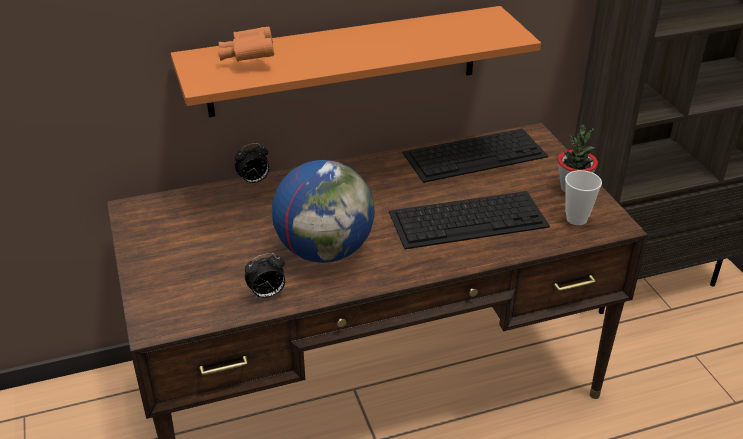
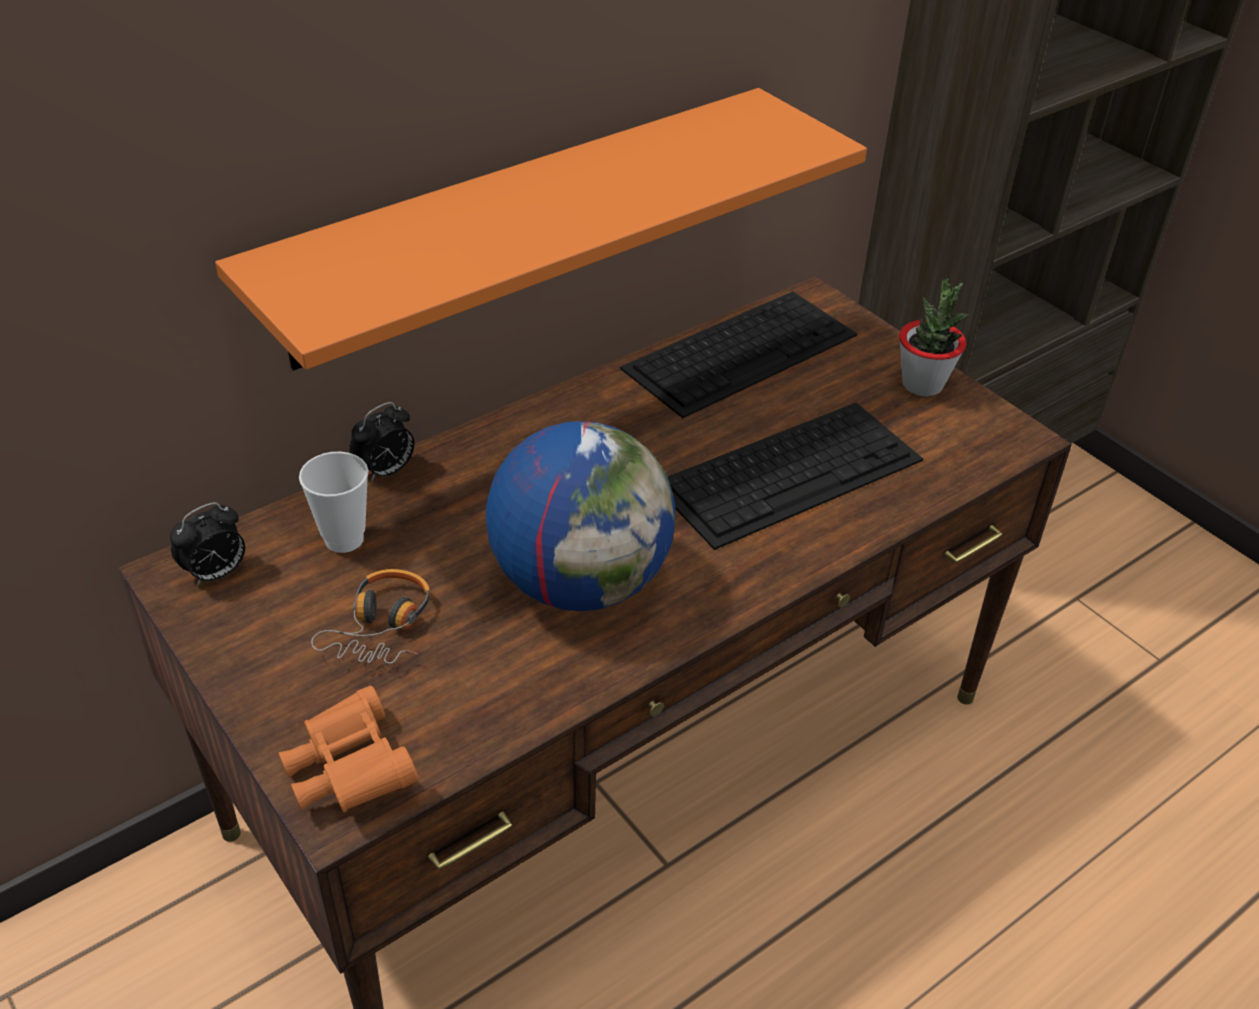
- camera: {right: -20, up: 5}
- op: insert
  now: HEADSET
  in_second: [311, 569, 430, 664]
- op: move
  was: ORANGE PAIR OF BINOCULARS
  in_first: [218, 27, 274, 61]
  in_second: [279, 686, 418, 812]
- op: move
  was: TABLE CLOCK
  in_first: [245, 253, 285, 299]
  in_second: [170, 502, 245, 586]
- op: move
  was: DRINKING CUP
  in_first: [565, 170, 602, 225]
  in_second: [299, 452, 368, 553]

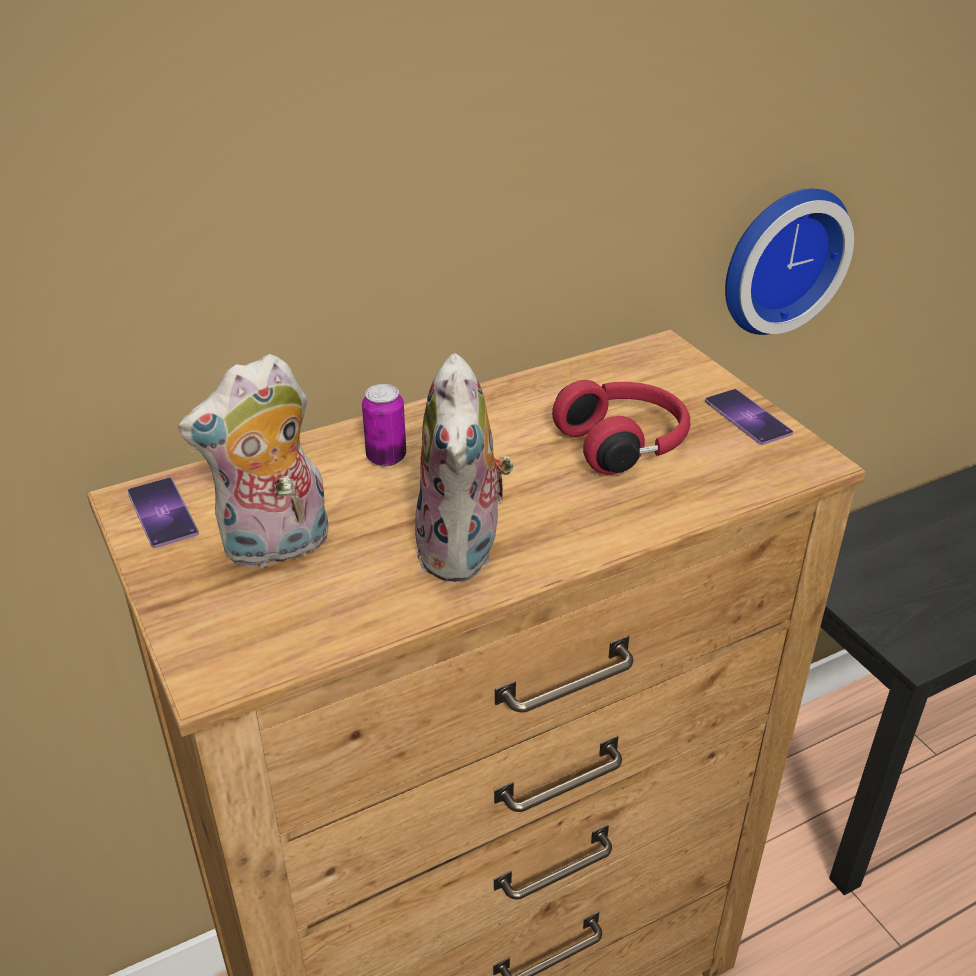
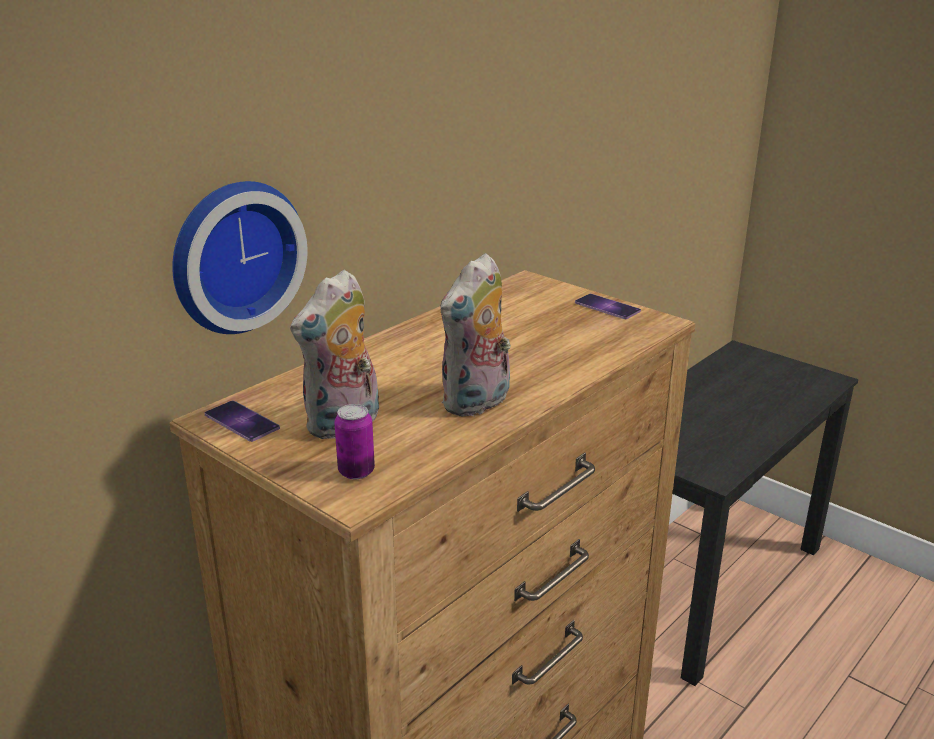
- camera: {right: -20, up: -10}
- op: delete
  was: RED-COLOURED HEADSET
  in_first: [552, 380, 690, 475]
- op: move
  was: METAL CAN
  in_first: [362, 384, 406, 466]
  in_second: [334, 404, 375, 479]
- op: move
  was: CLOCK ON THE WALL
  in_first: [725, 189, 854, 335]
  in_second: [172, 181, 307, 334]
- op: rotate
  was: CUDDLY TOY
  in_first: [415, 353, 514, 582]
  in_second: [440, 253, 511, 417]
  clockwise: 60

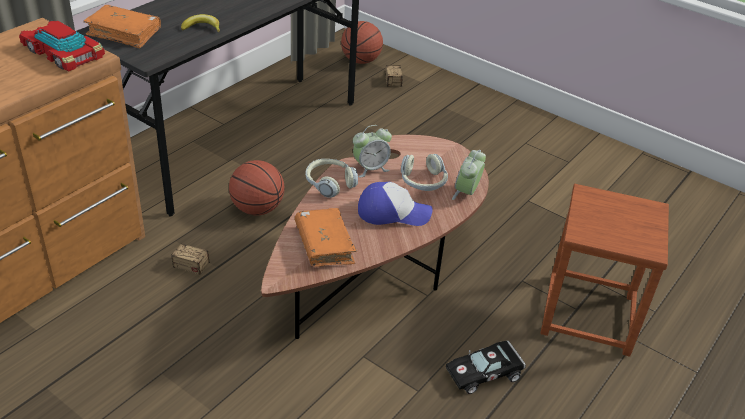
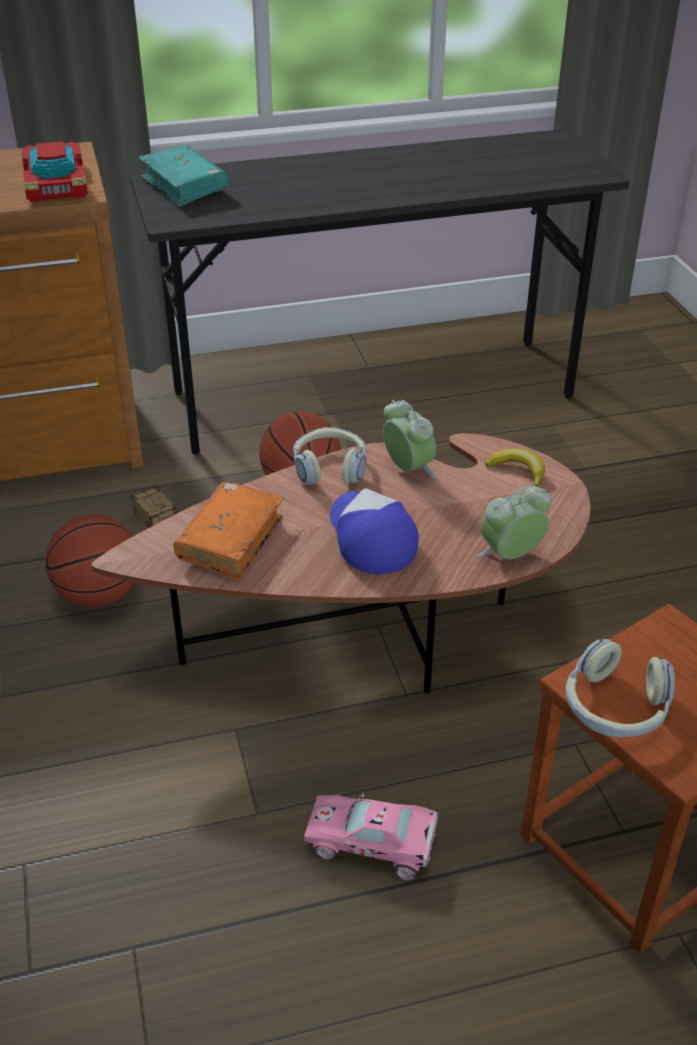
- camera: {right: 40, up: 0}
- op: delete
  was: STORAGE BIN
  in_first: [385, 65, 403, 87]
- op: move
  was: BANANA
  in_first: [181, 14, 220, 32]
  in_second: [485, 448, 545, 487]
- op: move
  was: BALL FOR BASKETBALL
  in_first: [341, 21, 383, 64]
  in_second: [45, 515, 134, 607]
- op: move
  was: HEADSET
  in_first: [401, 154, 448, 191]
  in_second: [565, 639, 675, 737]
- op: recolor
  was: ORANGE VOLUME
  now: BLUE-GREEN VOLUME
  in_first: [84, 5, 161, 48]
  in_second: [139, 145, 229, 207]
- op: recolor
  was: BLACK-COLOURED MINIATURE CAR
  now: PINK-COLOURED MINIATURE CAR
  in_first: [446, 341, 526, 394]
  in_second: [304, 793, 438, 880]
- op: rotate
  was: TABLE CLOCK
  in_first: [353, 125, 392, 178]
  in_second: [383, 400, 436, 479]
  clockwise: -135
- op: rotate
  was: PEAKED CAP
  in_first: [358, 182, 433, 226]
  in_second: [330, 488, 419, 575]
  clockwise: -150

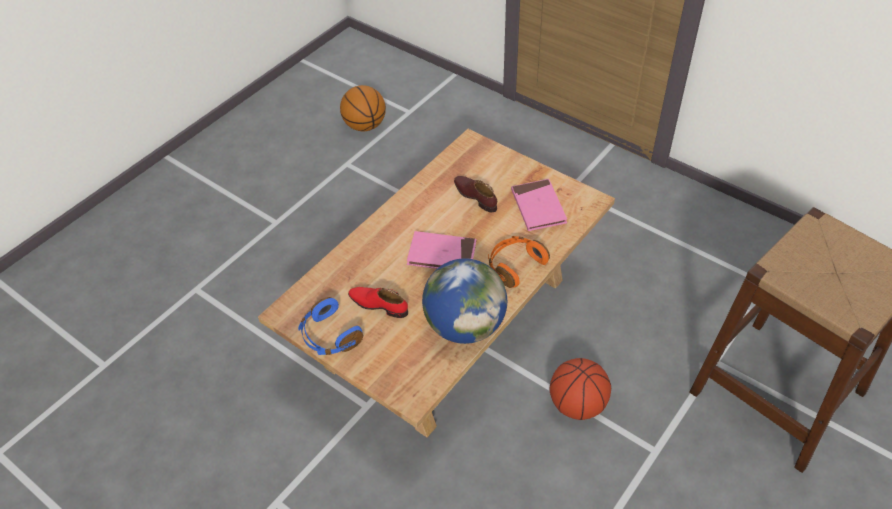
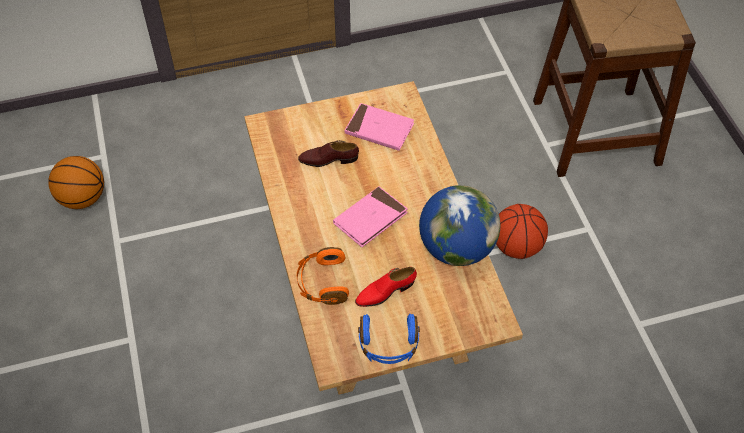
- camera: {right: -55, up: 5}
- op: move
  was: ORANGE HEADSET
  in_first: [488, 236, 550, 288]
  in_second: [297, 247, 349, 305]

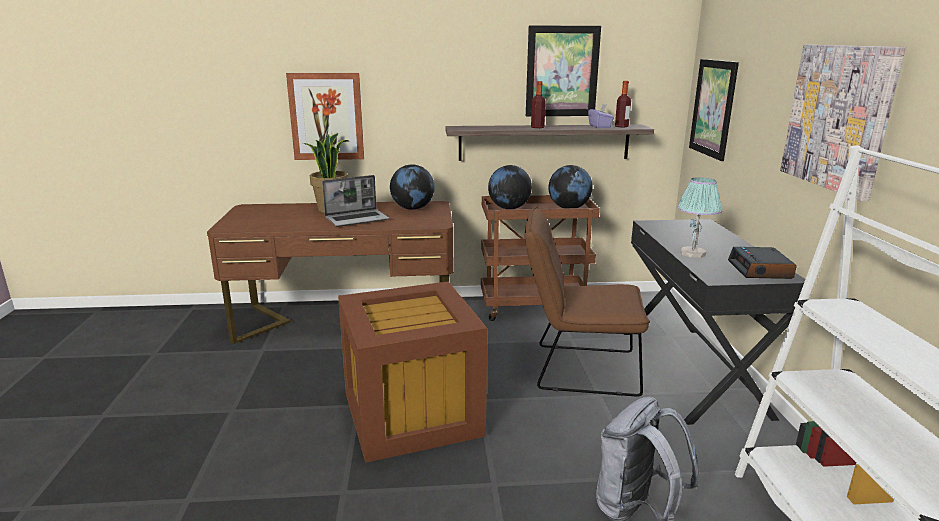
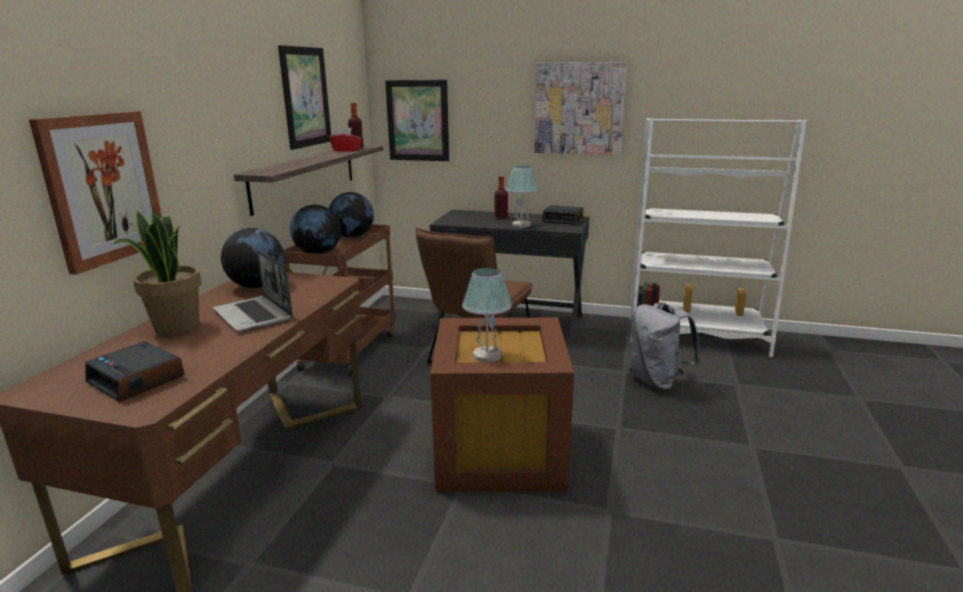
- camera: {right: -70, up: 0}
- op: insert
  now: TABLE CLOCK
  in_second: [85, 342, 184, 402]
- op: insert
  now: TABLE LAMP
  in_second: [462, 268, 512, 362]
- op: move
  was: DRINK BOTTLE
  in_first: [531, 81, 546, 128]
  in_second: [494, 176, 508, 219]
- op: recolor
  was: PURPLE BOX OF TISSUES
  now: RED-COLOURED BOX OF TISSUES
  in_first: [588, 104, 614, 128]
  in_second: [329, 127, 362, 151]
- op: rotate
  was: LAPTOP
  in_first: [322, 175, 389, 227]
  in_second: [213, 250, 293, 332]
  clockwise: 150

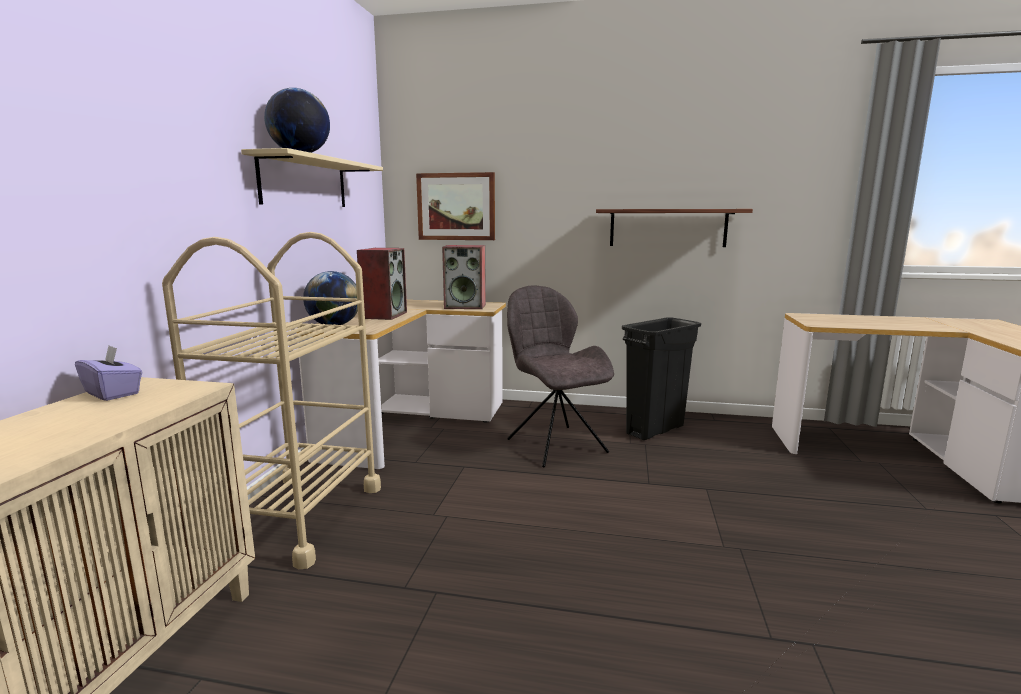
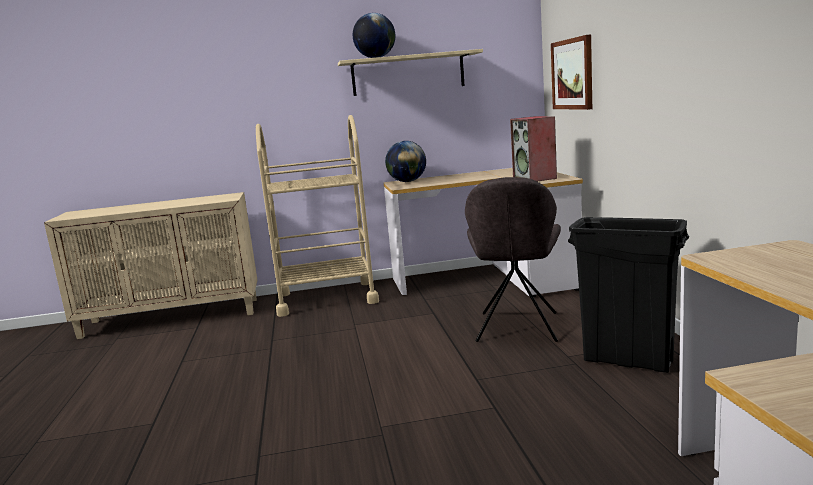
- camera: {right: 70, up: 0}
- op: delete
  was: PURPLE BOX OF TISSUES
  in_first: [75, 346, 143, 401]
- op: delete
  was: AUDIO SPEAKER
  in_first: [357, 248, 407, 320]
- op: delete
  was: SHELF
  in_first: [596, 209, 753, 247]
- op: rotate
  was: GRAY UPRIGHT CHAIR
  in_first: [507, 286, 614, 468]
  in_second: [465, 177, 561, 342]
  clockwise: 150

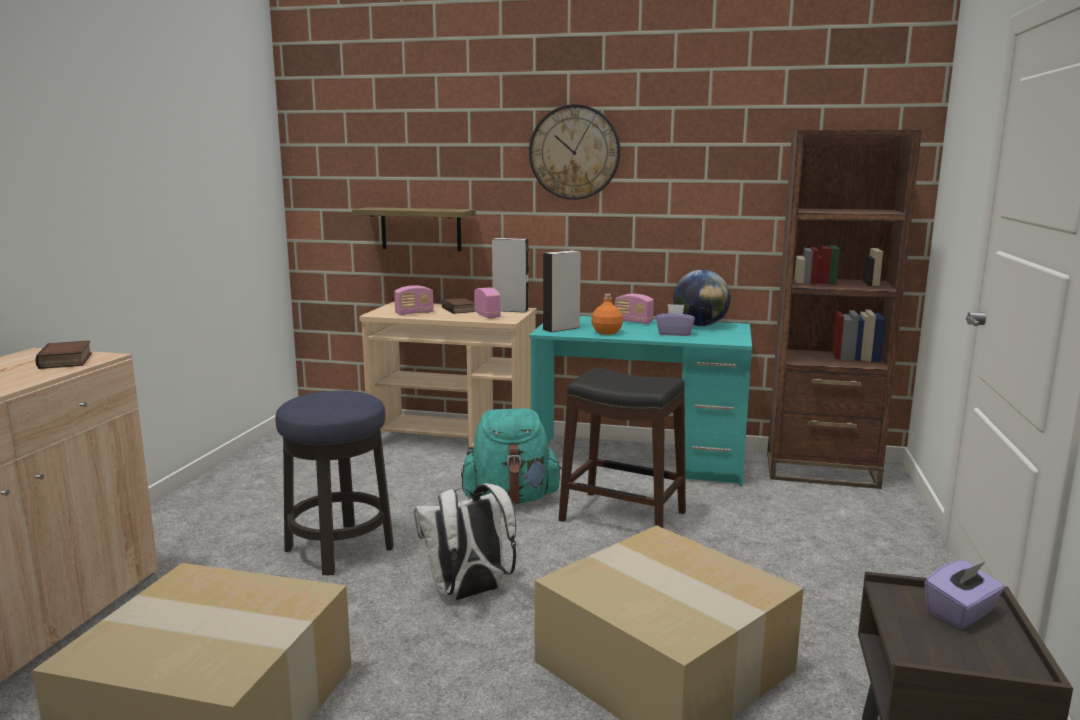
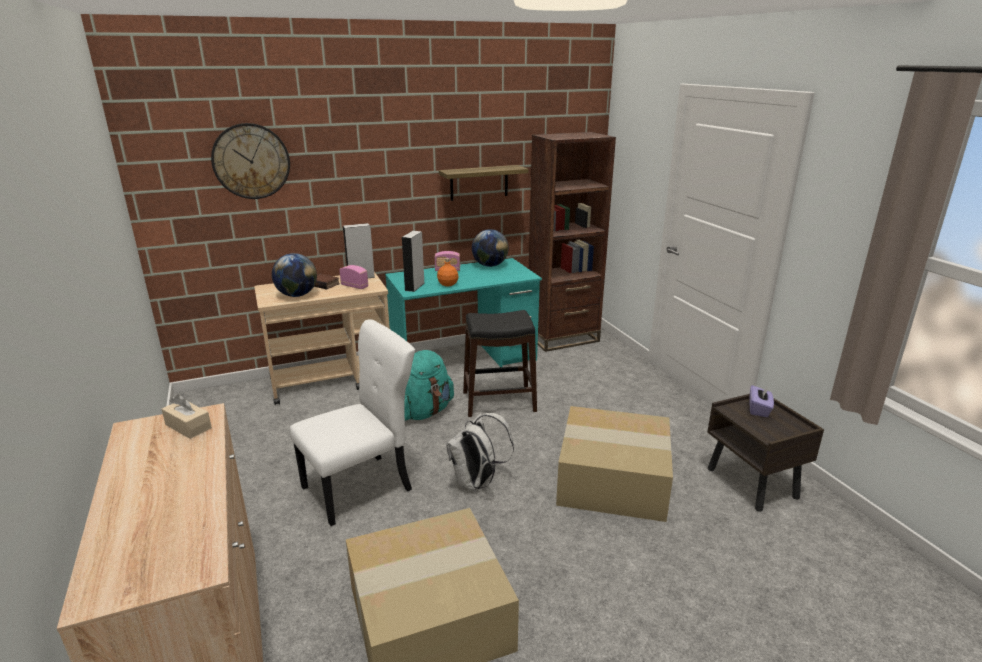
- camera: {right: -35, up: 10}
- op: delete
  was: PURPLE BOX OF TISSUES
  in_first: [656, 304, 695, 336]
- op: move
  was: SHELF
  in_first: [352, 207, 475, 251]
  in_second: [439, 165, 528, 201]
- op: move
  was: CLOCK ON THE WALL
  in_first: [529, 104, 620, 200]
  in_second: [211, 123, 290, 199]
- op: replace
  was: VOLUME
  now: BEIGE-COLOURED BOX OF TISSUES
  in_first: [35, 341, 92, 369]
  in_second: [162, 394, 212, 439]
- op: replace
  was: SITTING STOOL
  now: WHITISH UPRIGHT CHAIR
  in_first: [275, 391, 394, 576]
  in_second: [290, 319, 415, 526]
- op: replace
  was: RADIO
  now: DESK GLOBE
  in_first: [394, 285, 434, 315]
  in_second: [272, 253, 317, 297]

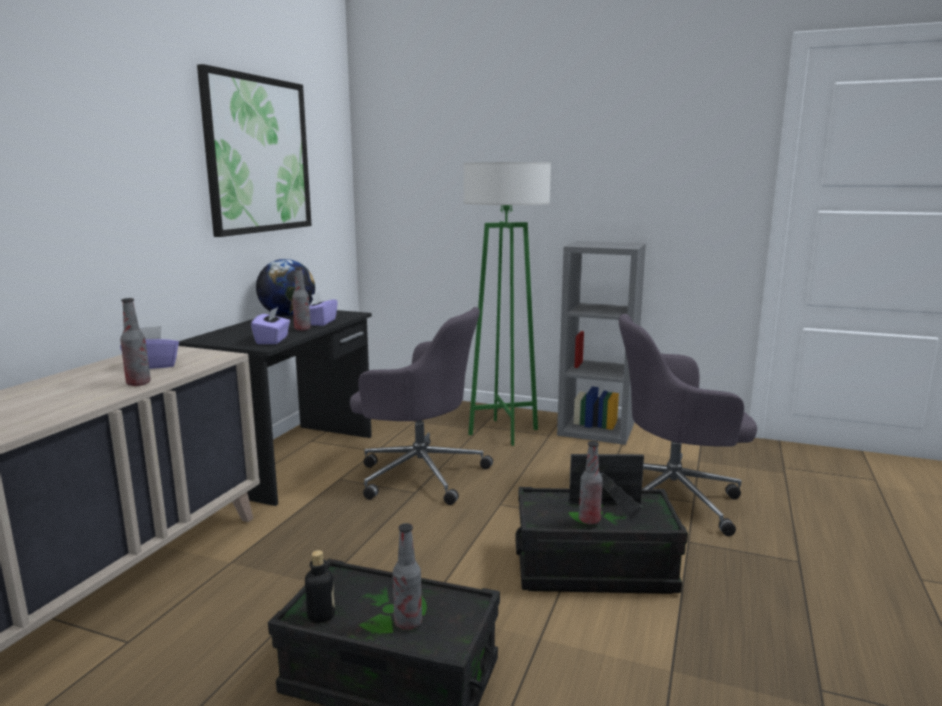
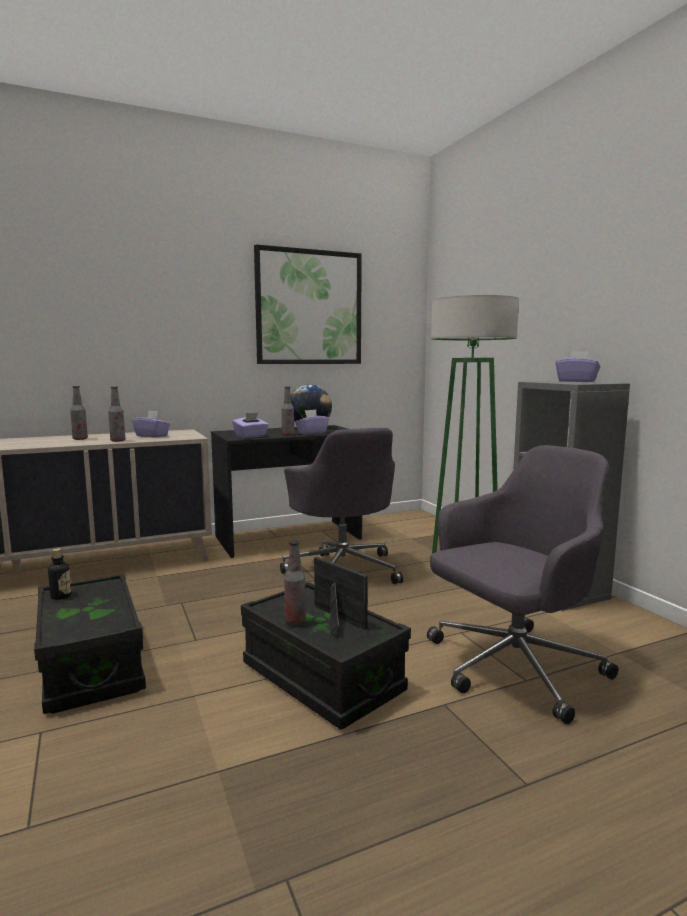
- camera: {right: 45, up: -5}
- op: insert
  now: PURPLE BOX OF TISSUES
  in_second: [555, 351, 600, 382]
- op: move
  was: DRINK BOTTLE
  in_first: [393, 523, 422, 630]
  in_second: [70, 386, 88, 440]
- op: rotate
  was: GRAY OFFICE CHAIR
  in_first: [619, 314, 757, 536]
  in_second: [427, 446, 618, 724]
  clockwise: 105

